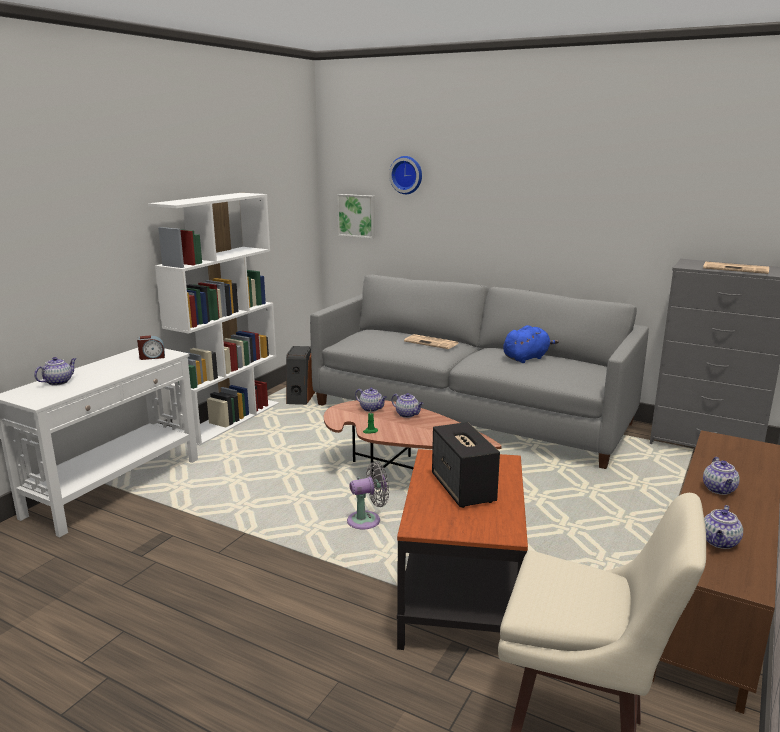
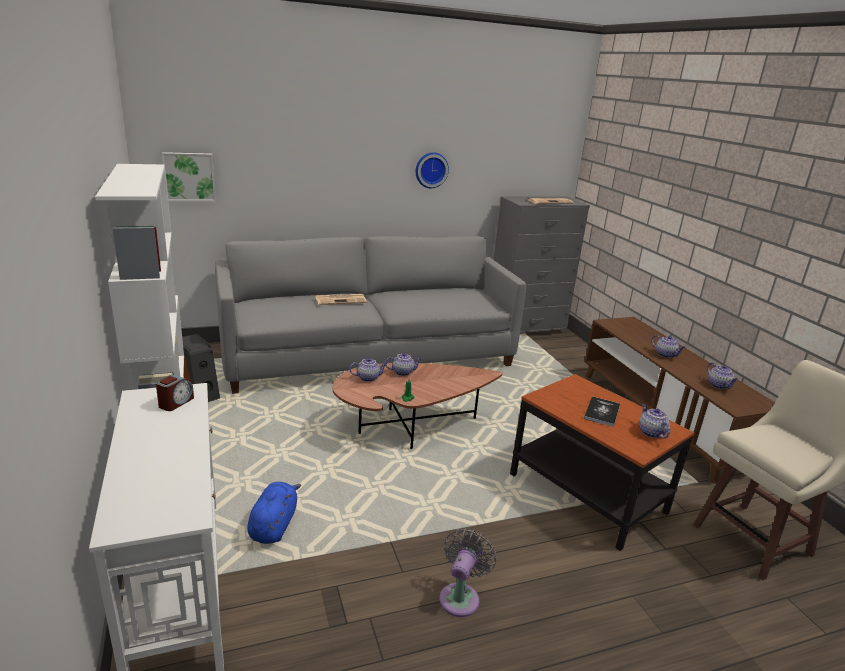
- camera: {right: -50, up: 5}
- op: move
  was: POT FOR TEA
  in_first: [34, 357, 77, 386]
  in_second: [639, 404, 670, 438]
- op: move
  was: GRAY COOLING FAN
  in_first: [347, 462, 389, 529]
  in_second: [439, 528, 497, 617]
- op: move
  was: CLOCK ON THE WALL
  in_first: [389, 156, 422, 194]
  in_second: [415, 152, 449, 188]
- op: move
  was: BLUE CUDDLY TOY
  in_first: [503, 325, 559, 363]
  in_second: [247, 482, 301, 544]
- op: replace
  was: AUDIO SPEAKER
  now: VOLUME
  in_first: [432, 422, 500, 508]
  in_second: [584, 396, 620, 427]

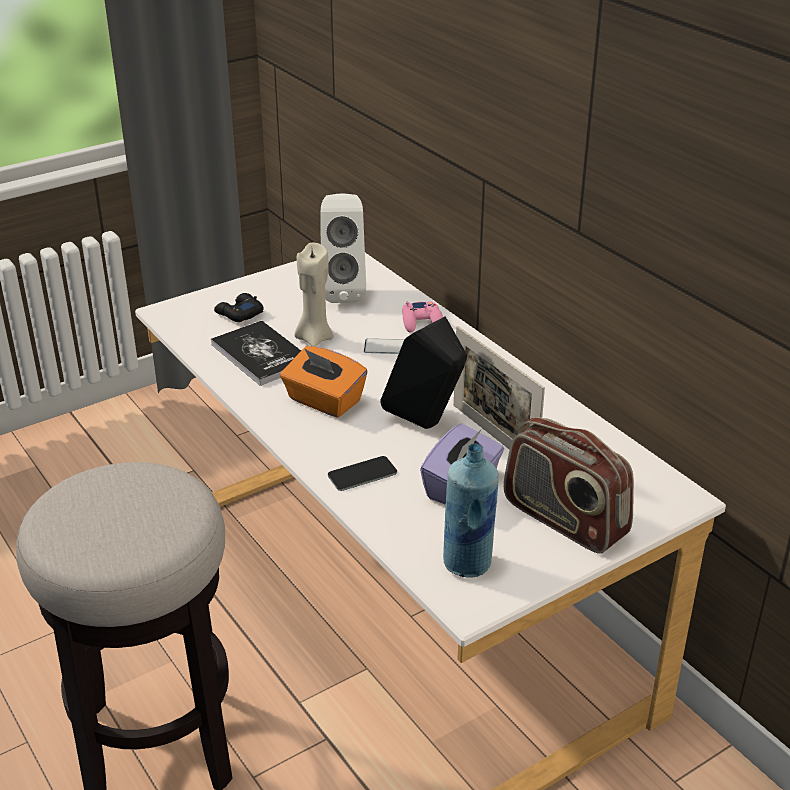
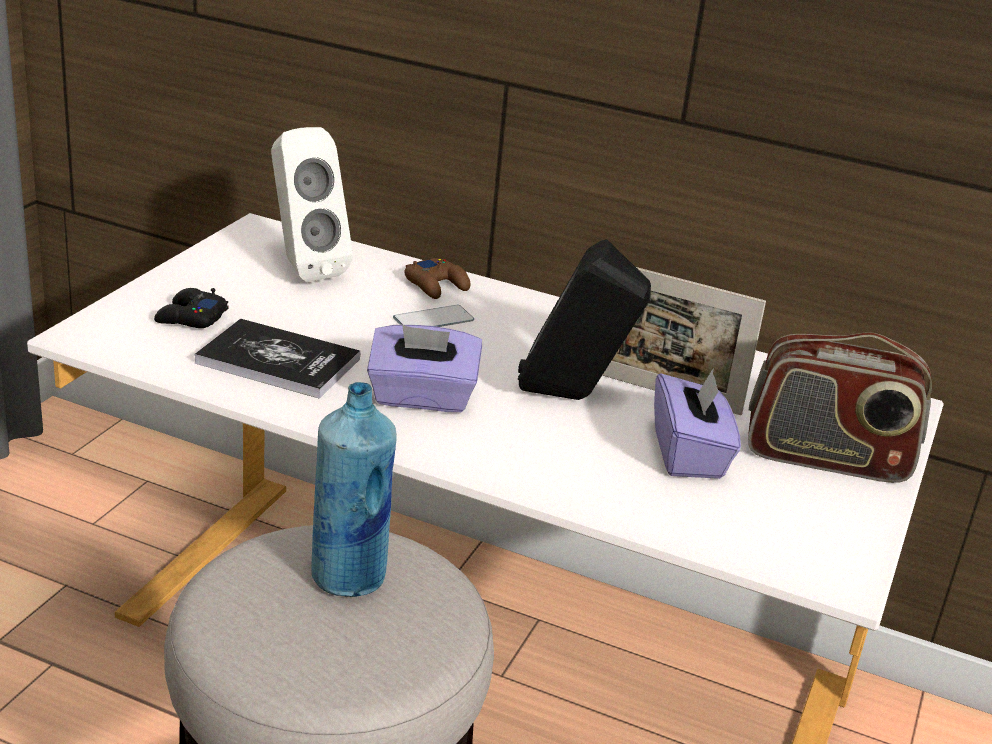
- camera: {right: -35, up: -5}
- op: delete
  was: BEIGE-COLOURED CANDLE
  in_first: [294, 243, 334, 346]
- op: delete
  was: TELEPHONE
  in_first: [328, 456, 397, 491]
- op: move
  was: BLUE DRINK BOTTLE
  in_first: [443, 443, 499, 578]
  in_second: [311, 382, 397, 597]
- op: recolor
  was: ORANGE BOX OF TISSUES
  now: PURPLE BOX OF TISSUES
  in_first: [280, 346, 368, 417]
  in_second: [367, 325, 482, 412]
- op: recolor
  was: PINK-COLOURED GAMEPAD
  now: BROWN-COLOURED GAMEPAD
  in_first: [402, 302, 443, 333]
  in_second: [404, 258, 470, 299]

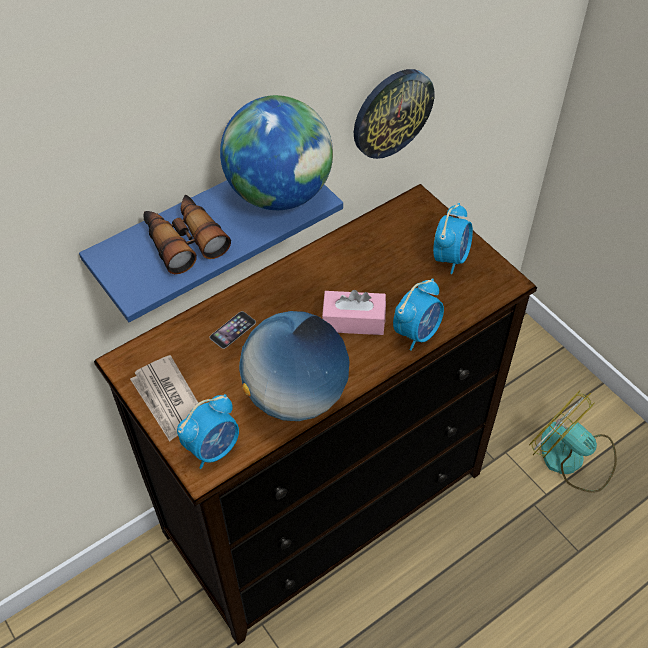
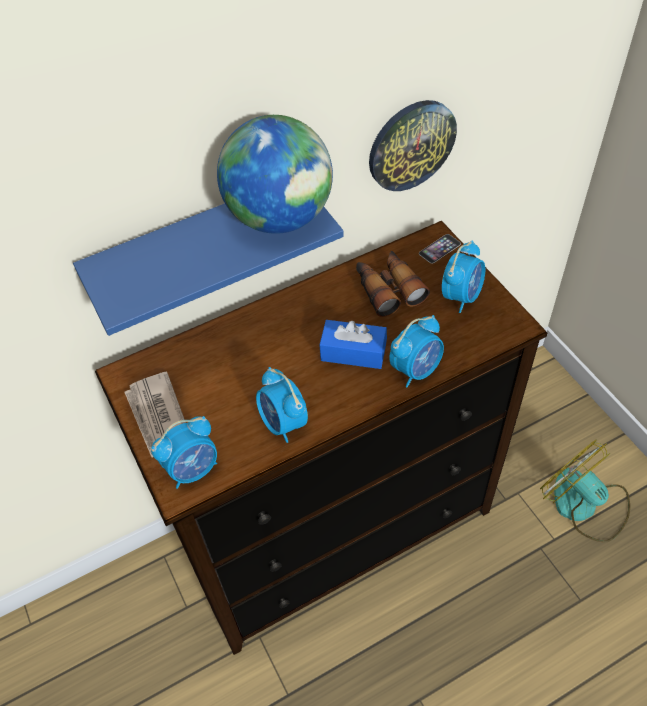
- camera: {right: 10, up: 0}
- op: move
  was: PAIR OF BINOCULARS
  in_first: [144, 195, 231, 274]
  in_second: [356, 251, 430, 317]
- op: move
  was: TELEPHONE
  in_first: [210, 311, 256, 349]
  in_second: [419, 234, 461, 264]
- op: replace
  was: DESK GLOBE
  now: TABLE CLOCK
  in_first: [239, 311, 349, 421]
  in_second: [256, 367, 308, 443]
- op: recolor
  was: PINK-COLOURED BOX OF TISSUES
  now: BLUE BOX OF TISSUES
  in_first: [322, 290, 386, 335]
  in_second: [320, 320, 387, 369]

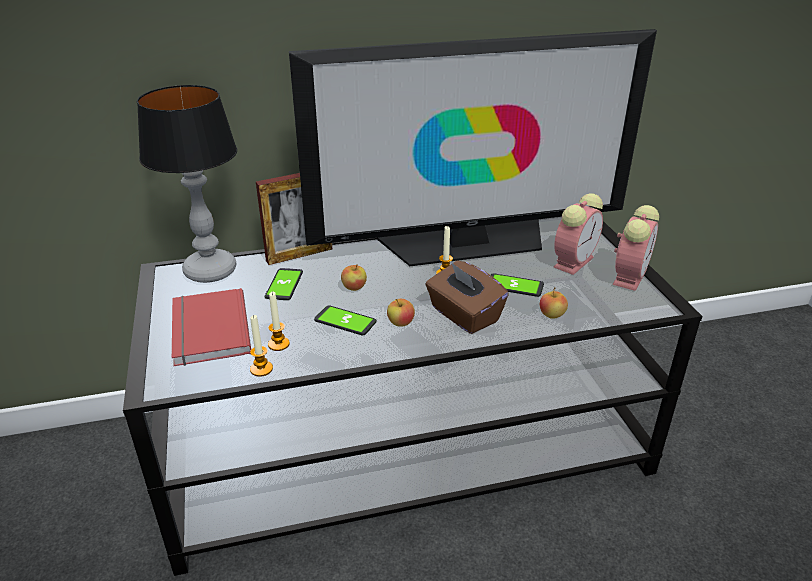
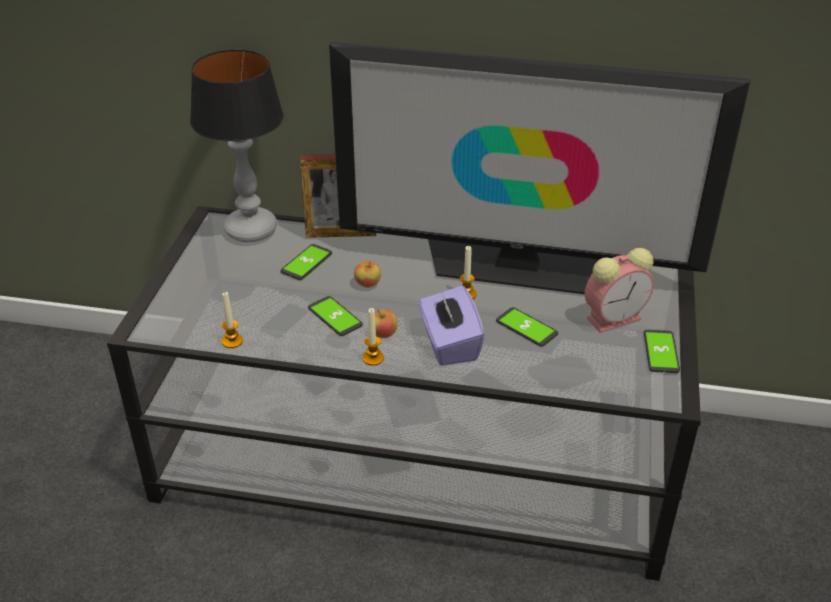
- camera: {right: 25, up: 5}
- op: delete
  was: RED-COLOURED VOLUME
  in_first: [172, 288, 251, 366]
- op: delete
  was: APPLE
  in_first: [540, 287, 568, 319]
- op: move
  was: CANDLE
  in_first: [268, 292, 290, 351]
  in_second: [362, 308, 384, 366]
- op: replace
  was: TABLE CLOCK
  now: TELEPHONE
  in_first: [612, 205, 659, 291]
  in_second: [644, 330, 680, 373]
- op: recolor
  was: BROWN-COLOURED BOX OF TISSUES
  now: PURPLE BOX OF TISSUES
  in_first: [425, 260, 509, 334]
  in_second: [419, 286, 485, 366]

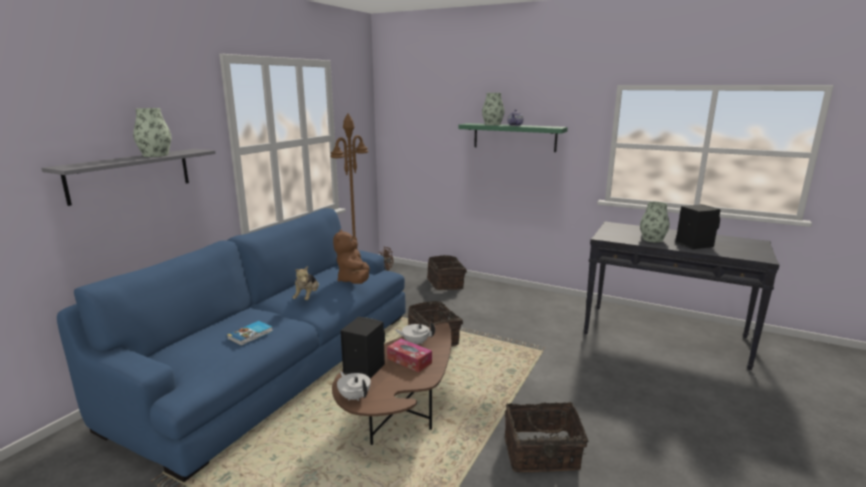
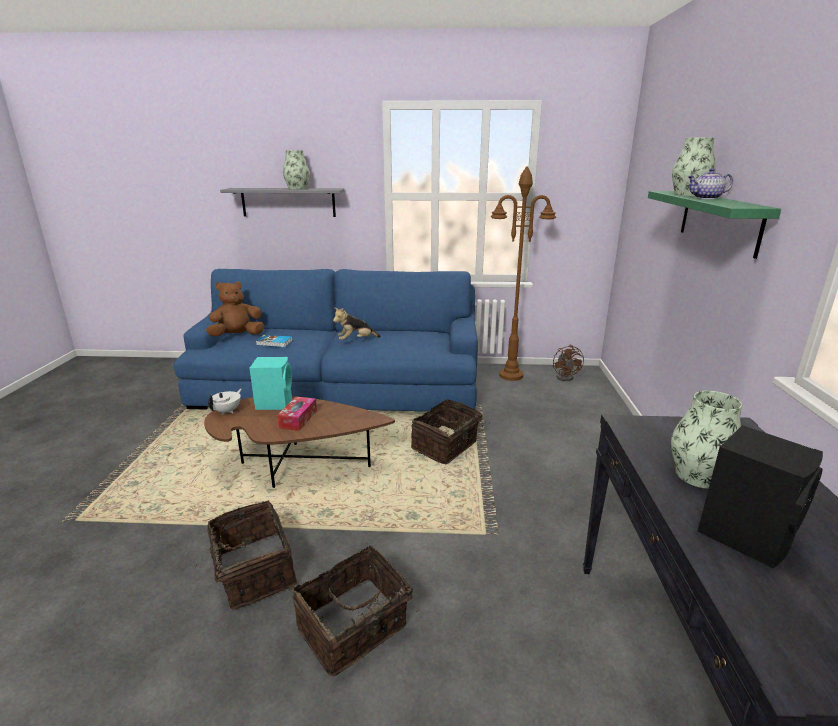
- camera: {right: 65, up: 5}
- op: delete
  was: WHITISH POT FOR TEA
  in_first: [394, 322, 435, 344]
- op: move
  was: BROWN-COLOURED CUDDLY TOY
  in_first: [333, 229, 370, 284]
  in_second: [206, 281, 265, 336]
- op: move
  was: STORAGE BASKET
  in_first: [427, 255, 467, 290]
  in_second: [292, 545, 419, 676]
- op: recolor
  was: BLACK-COLOURED AUDIO SPEAKER
  now: BLUE-GREEN AUDIO SPEAKER
  in_first: [340, 317, 385, 378]
  in_second: [249, 357, 292, 410]

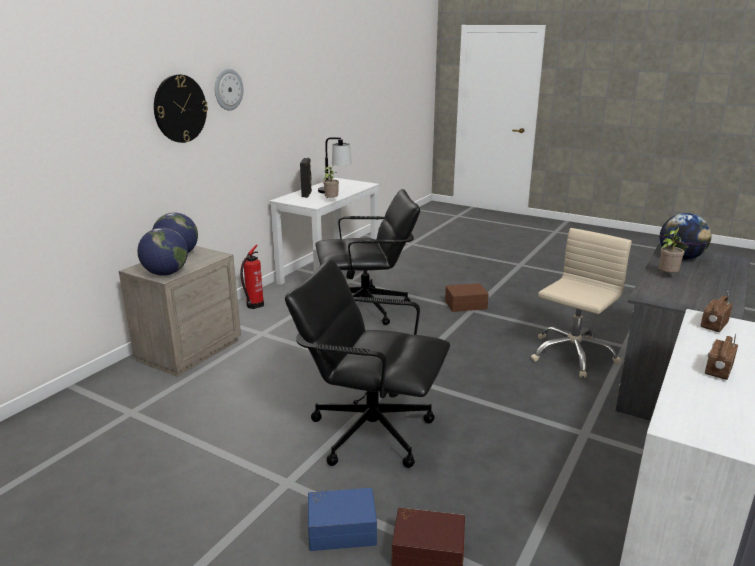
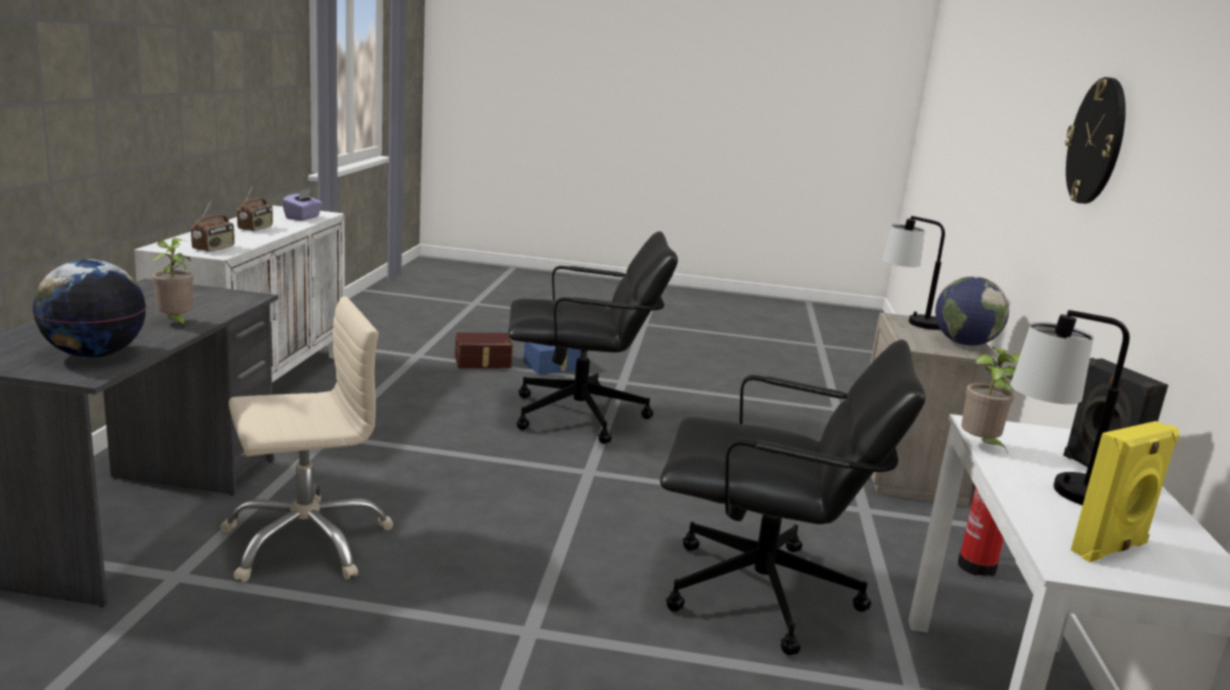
- camera: {right: 155, up: -5}
- op: delete
  was: CLOCK ON THE WALL
  in_first: [215, 69, 243, 111]
- op: delete
  was: BROWN-COLOURED STORAGE BIN
  in_first: [445, 283, 489, 312]
- op: insert
  now: PURPLE BOX OF TISSUES
  in_second: [282, 189, 322, 221]
- op: insert
  now: YELLOW-COLOURED AUDIO SPEAKER
  in_second: [1071, 421, 1179, 562]
- op: replace
  was: DESK GLOBE
  now: TABLE LAMP
  in_first: [137, 228, 188, 276]
  in_second: [882, 216, 945, 330]
- op: rotate
  was: BLACK-COLOURED OFFICE CHAIR
  in_first: [315, 189, 420, 325]
  in_second: [660, 339, 925, 655]
  clockwise: -135
- op: rotate
  was: BEIGE-COLOURED OFFICE CHAIR
  in_first: [531, 228, 632, 378]
  in_second: [220, 297, 393, 582]
  clockwise: -135

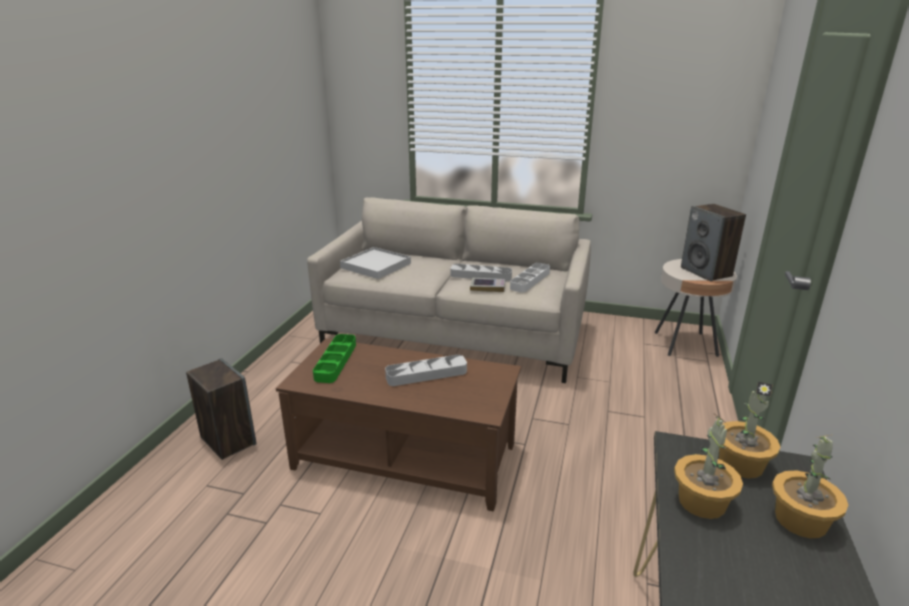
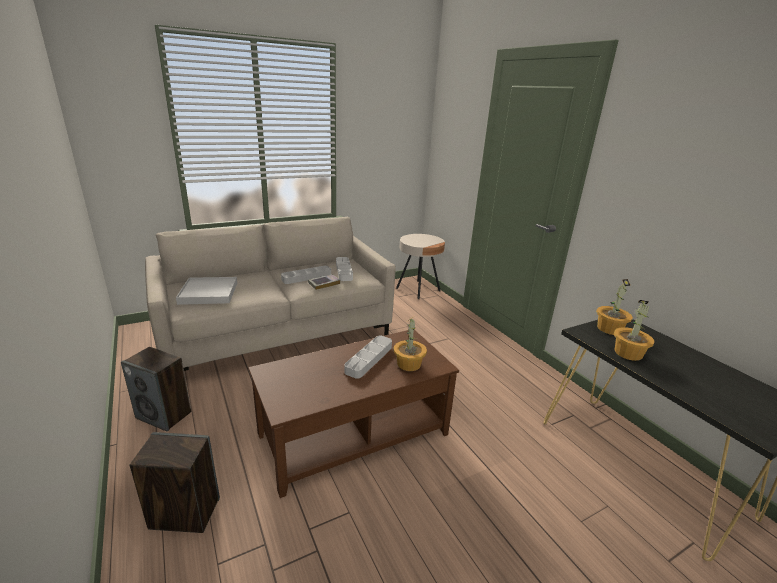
- camera: {right: -45, up: 0}
- op: delete
  was: GREEN SERVING TRAY
  in_first: [313, 334, 356, 383]
- op: move
  was: AUDIO SPEAKER
  in_first: [681, 204, 746, 281]
  in_second: [121, 347, 191, 431]
- op: move
  was: POTTED PLANT
  in_first: [772, 434, 848, 538]
  in_second: [394, 317, 427, 371]

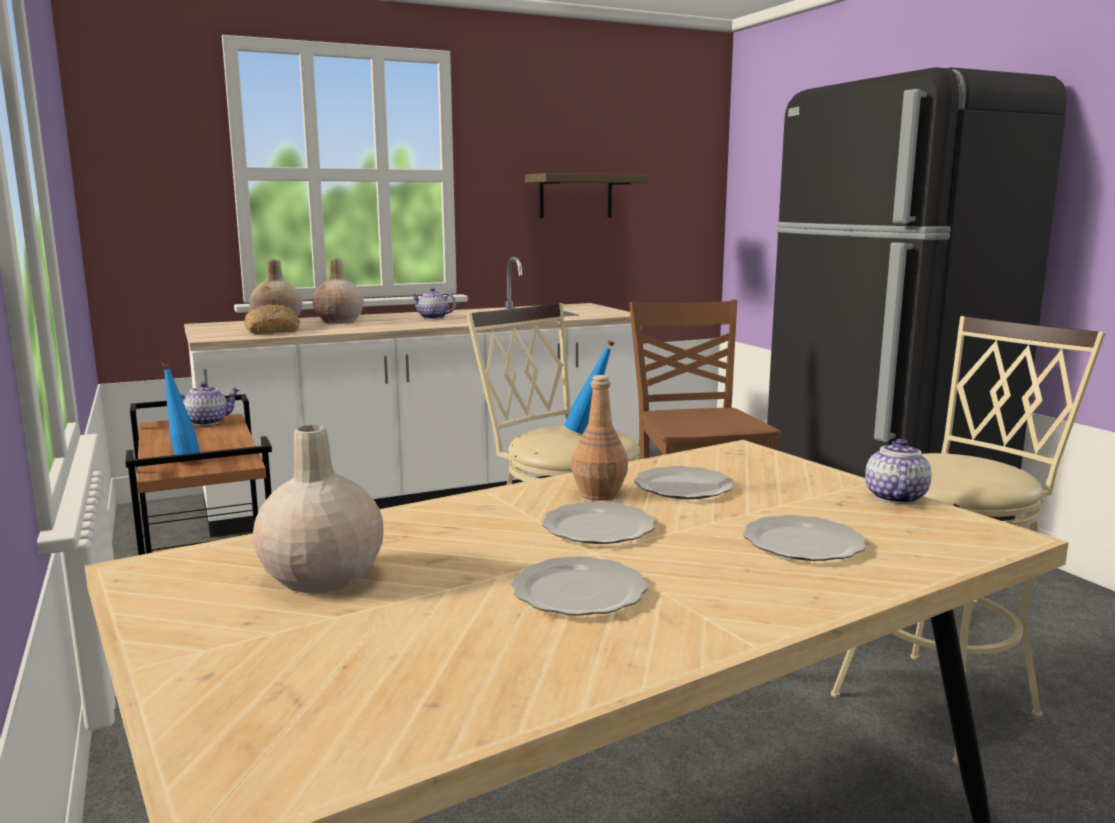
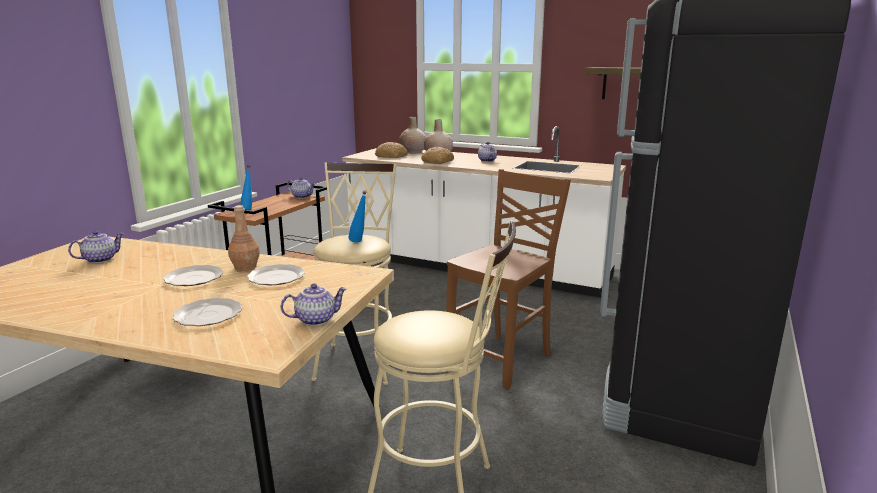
- camera: {right: 50, up: 5}
- op: delete
  was: PLATE
  in_first: [511, 556, 648, 616]
- op: insert
  now: BAKED BREAD
  in_second: [421, 147, 454, 164]
- op: replace
  was: BEIGE-COLOURED DECORATIVE VASE
  now: POT FOR TEA
  in_first: [253, 425, 384, 593]
  in_second: [68, 231, 124, 263]

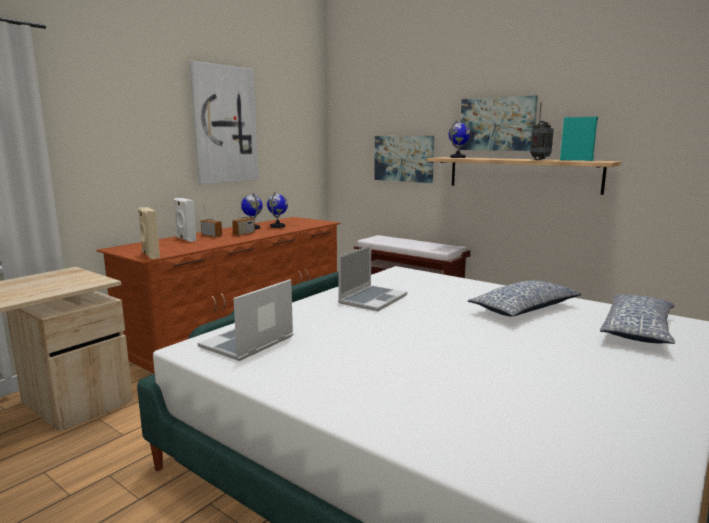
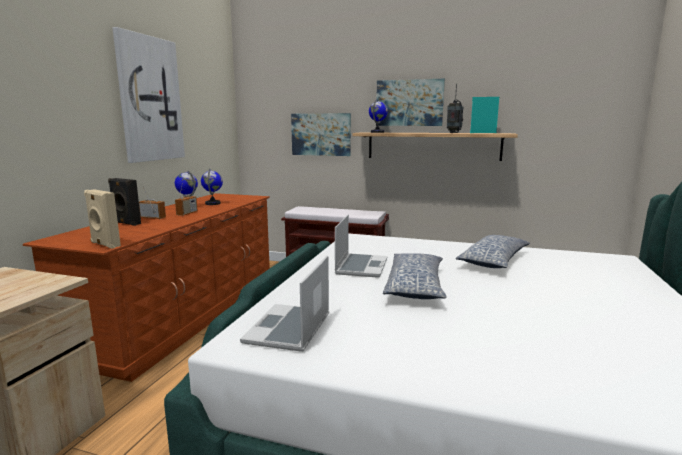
- camera: {right: -20, up: 0}
- op: move
  was: PILLOW
  in_first: [600, 294, 675, 344]
  in_second: [383, 253, 447, 299]
- op: recolor
  was: WHITISH AUDIO SPEAKER
  now: BLACK-COLOURED AUDIO SPEAKER
  in_first: [174, 198, 196, 242]
  in_second: [108, 178, 141, 226]

